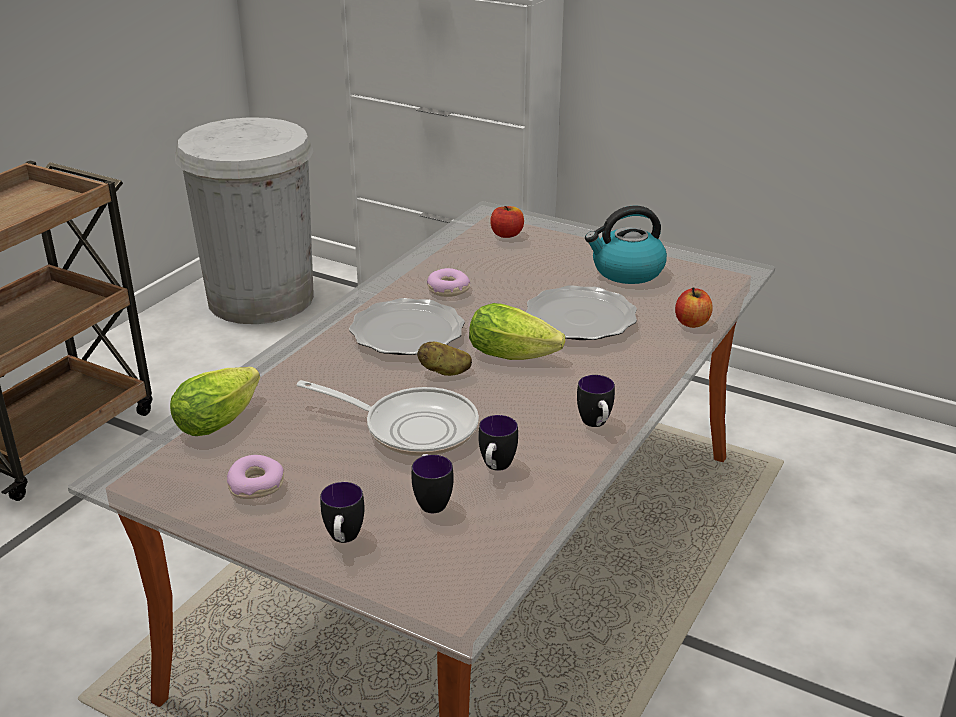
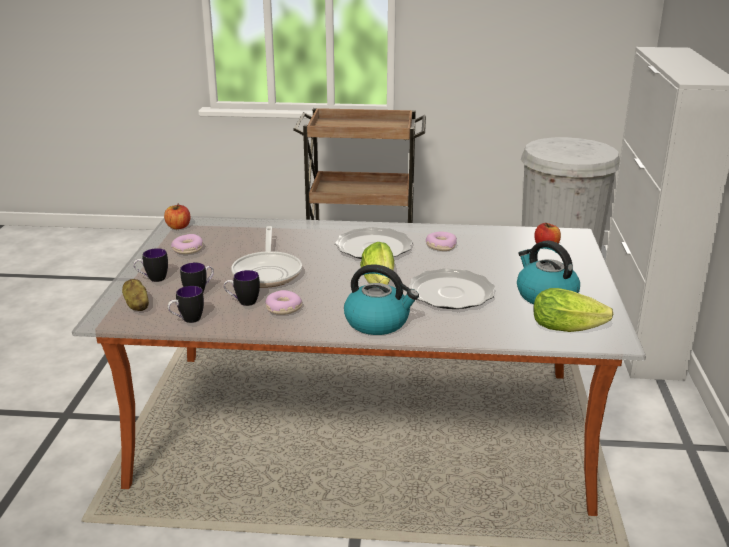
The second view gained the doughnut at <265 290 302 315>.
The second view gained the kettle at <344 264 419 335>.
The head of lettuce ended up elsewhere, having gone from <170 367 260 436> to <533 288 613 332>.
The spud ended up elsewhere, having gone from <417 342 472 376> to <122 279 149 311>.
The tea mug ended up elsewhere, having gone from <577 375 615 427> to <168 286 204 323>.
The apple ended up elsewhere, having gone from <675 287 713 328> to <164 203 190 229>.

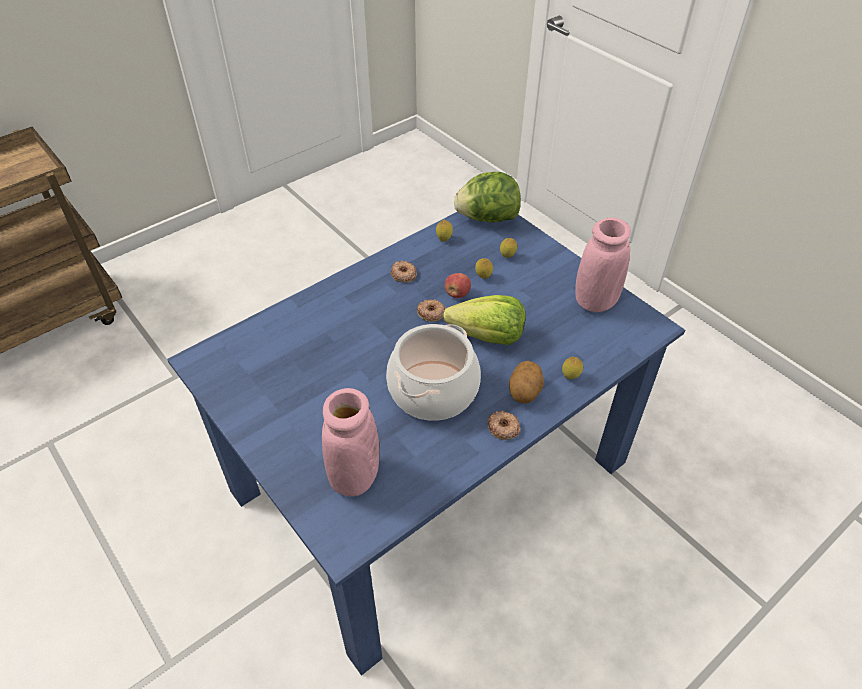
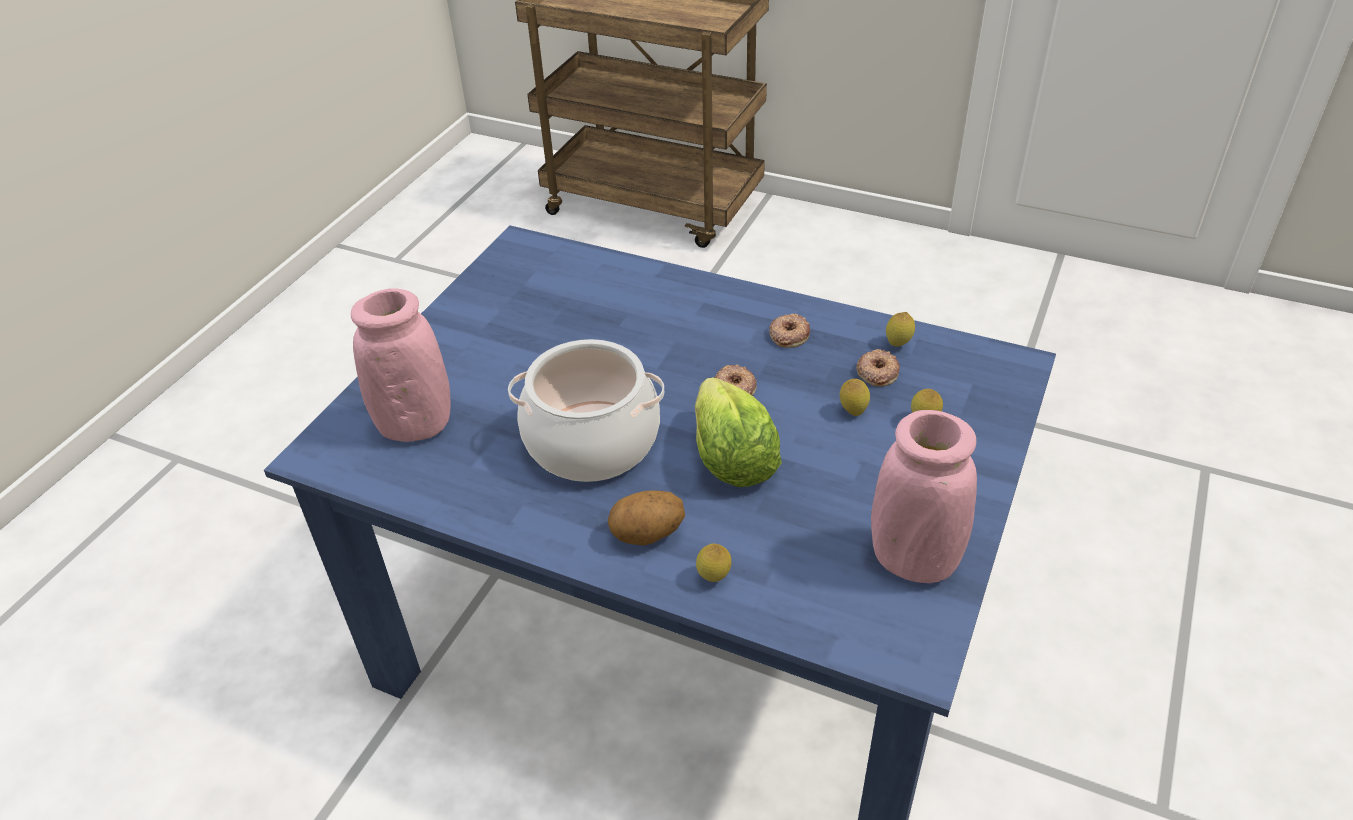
The second view lost the apple at <445 273 471 298>.
The second view lost the head of lettuce at <454 172 521 222>.
The doughnut ended up elsewhere, having gone from <488 410 521 440> to <857 349 900 387>.

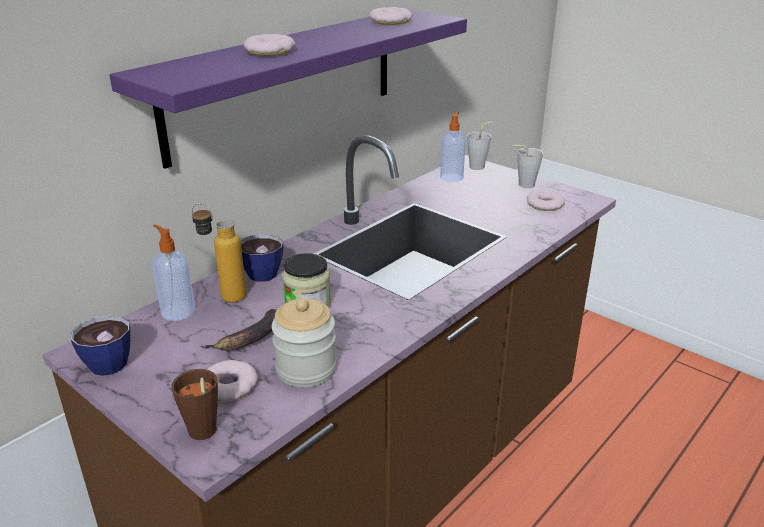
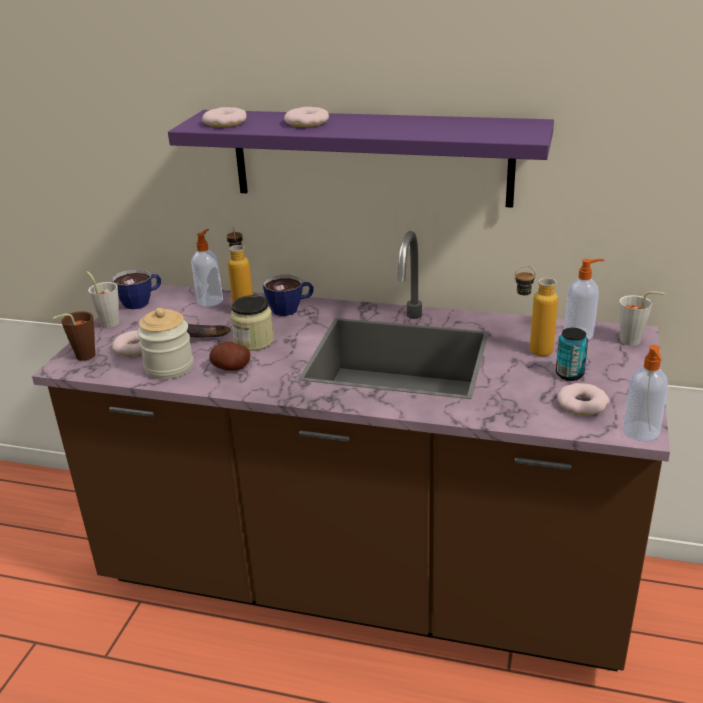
The second view gained the spud at <209 341 250 371>.
The second view gained the drink bottle at <514 265 558 356>.
The second view gained the metal can at <556 328 588 381>.
The second view gained the liquid soap bottle at <623 345 668 442>.
The doughnut ended up elsewhere, having gone from <369 7 413 25> to <202 107 247 127>.
The greyish drinking cup ended up elsewhere, having gone from <513 145 543 188> to <86 271 119 328>.

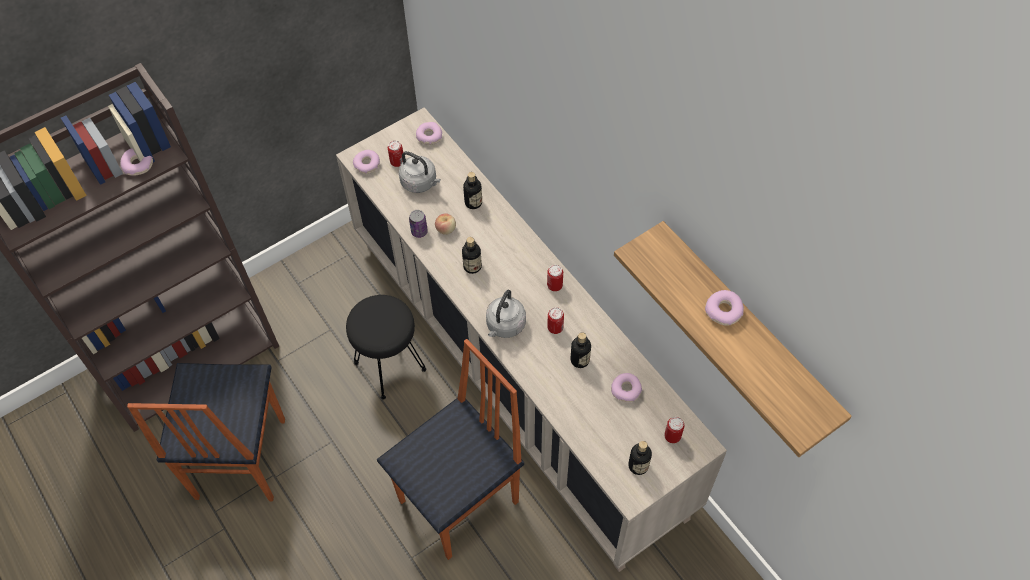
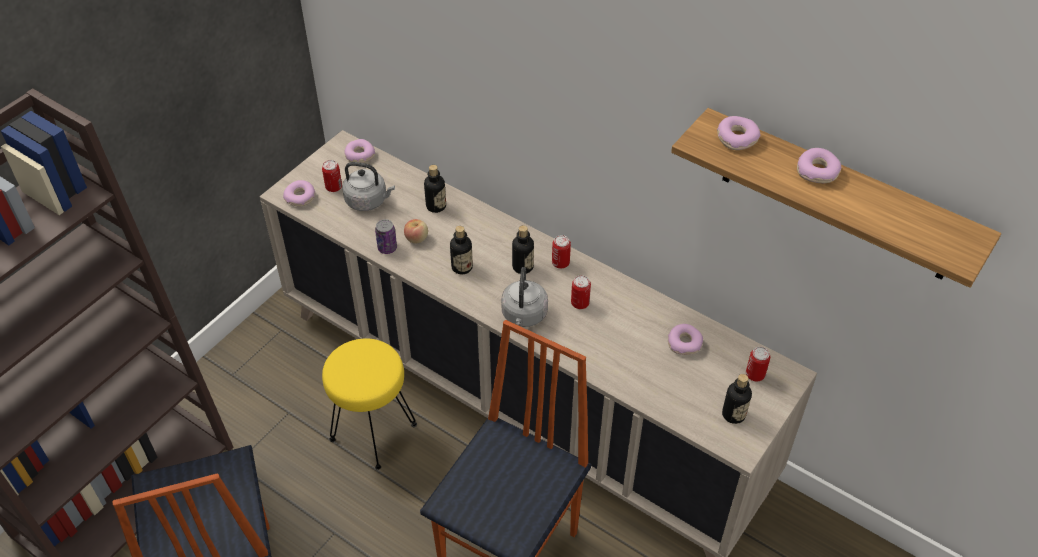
The doughnut ended up elsewhere, having gone from <120 148 153 176> to <717 116 760 150>.
The drink bottle ended up elsewhere, having gone from <570 332 591 368> to <512 225 534 274>.
What was the blackish stool at <346 295 427 400> turned into the yellow-coloured stool at <322 339 417 470>.

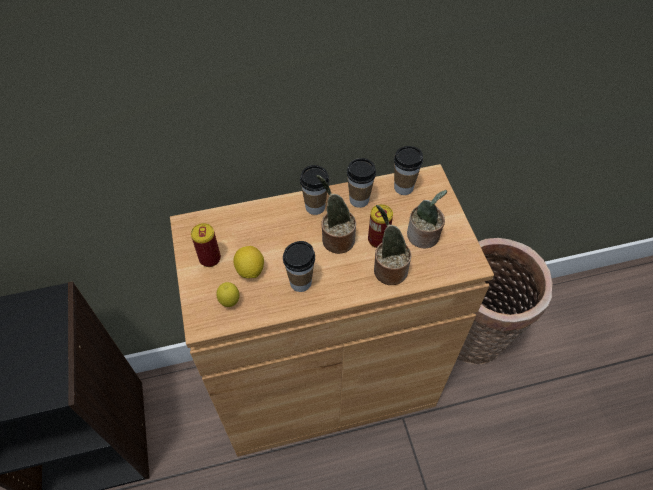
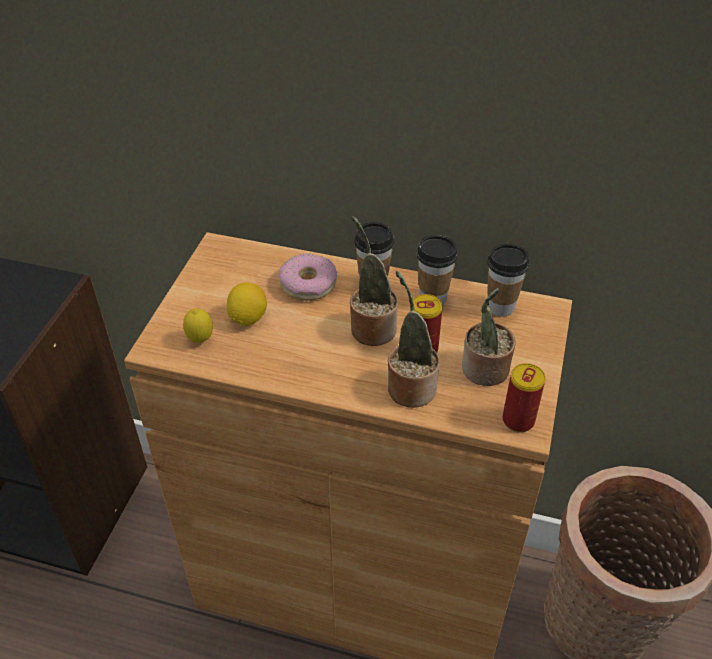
The second view lost the drinking cup at <283 241 315 292>.
The second view gained the doughnut at <278 254 337 301>.
The metal can ended up elsewhere, having gone from <191 223 221 267> to <503 363 546 432>.

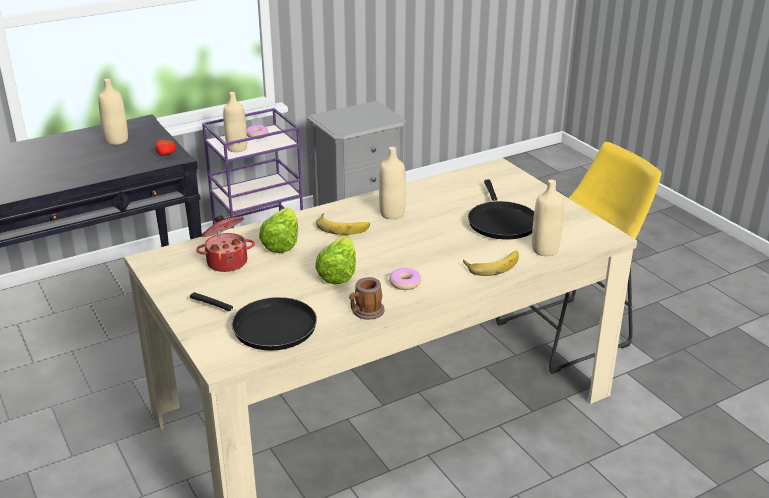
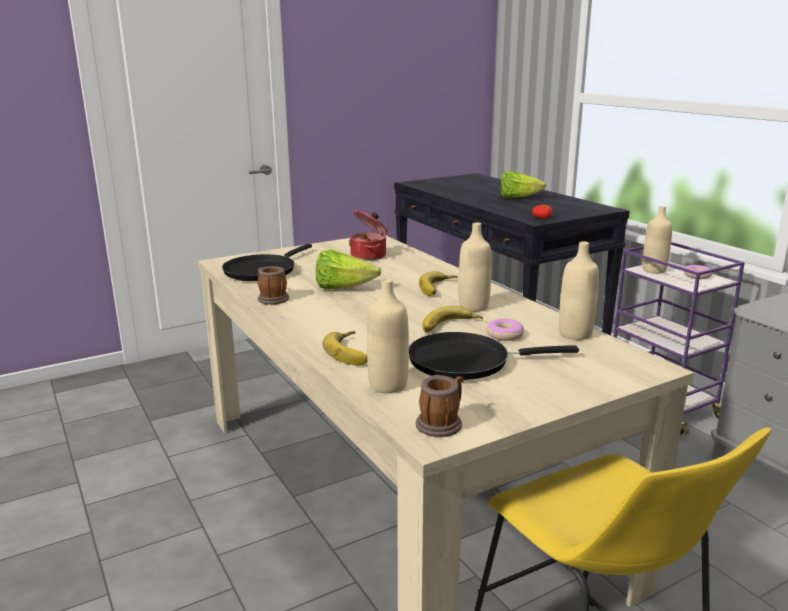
The second view gained the tea mug at <416 375 463 437>.
The second view gained the banana fruit at <423 306 483 332>.
The beige drink bottle ended up elsewhere, having gone from <98 79 128 145> to <559 241 599 340>.
The head of lettuce ended up elsewhere, having gone from <259 208 298 253> to <500 171 546 198>.
The doughnut ended up elsewhere, having gone from <389 268 421 290> to <486 319 524 341>.

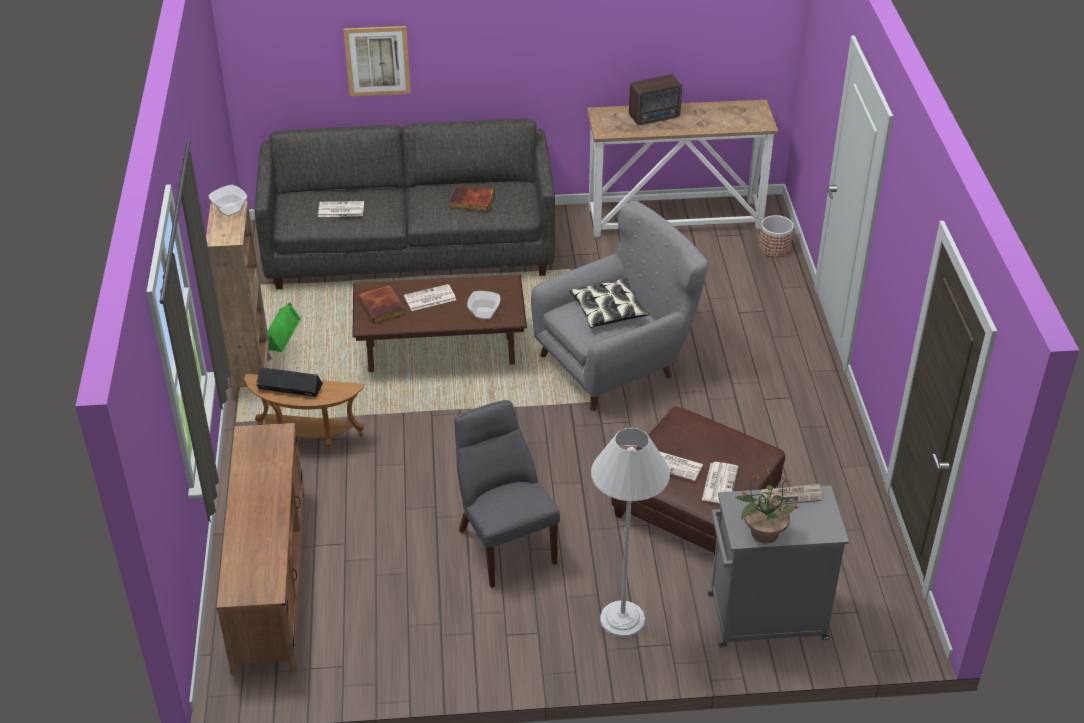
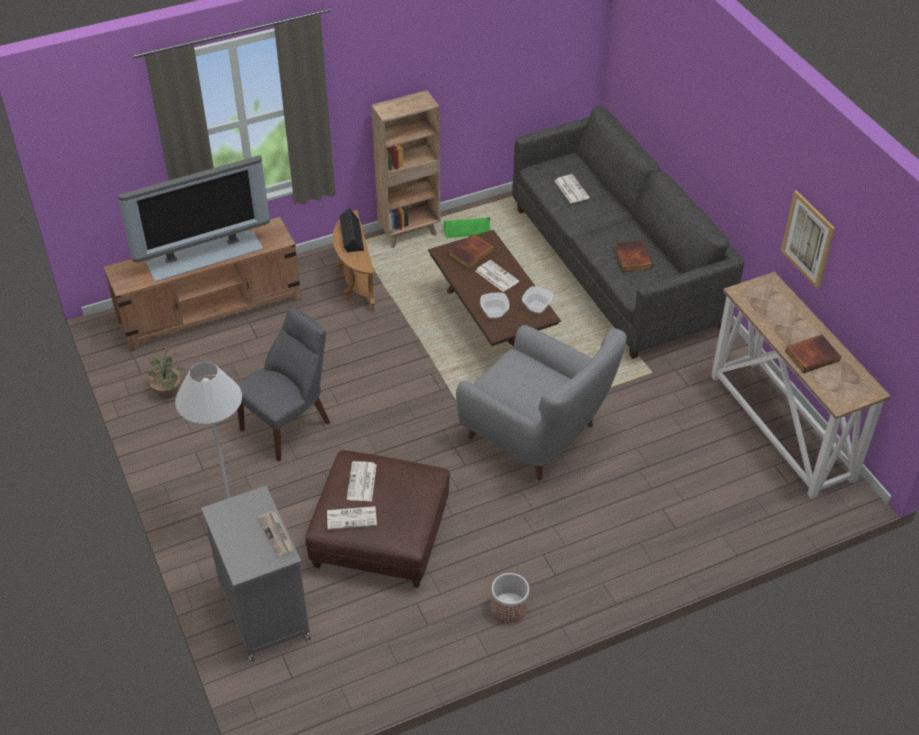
The second view lost the cushion at <569 278 650 328>.
The second view lost the radio receiver at <629 75 682 125>.
The second view gained the television at <117 155 270 282>.
The second view gained the volume at <785 335 841 373>.
The serving bowl ended up elsewhere, having gone from <209 185 247 216> to <522 286 553 314>.
The wall picture ended up elsewhere, having gone from <343 26 411 96> to <781 190 835 289>.
The plant in a pot ended up elsewhere, having gone from <735 468 800 543> to <148 347 185 399>.
The flower pot ended up elsewhere, having gone from <759 215 794 257> to <491 573 529 623>.

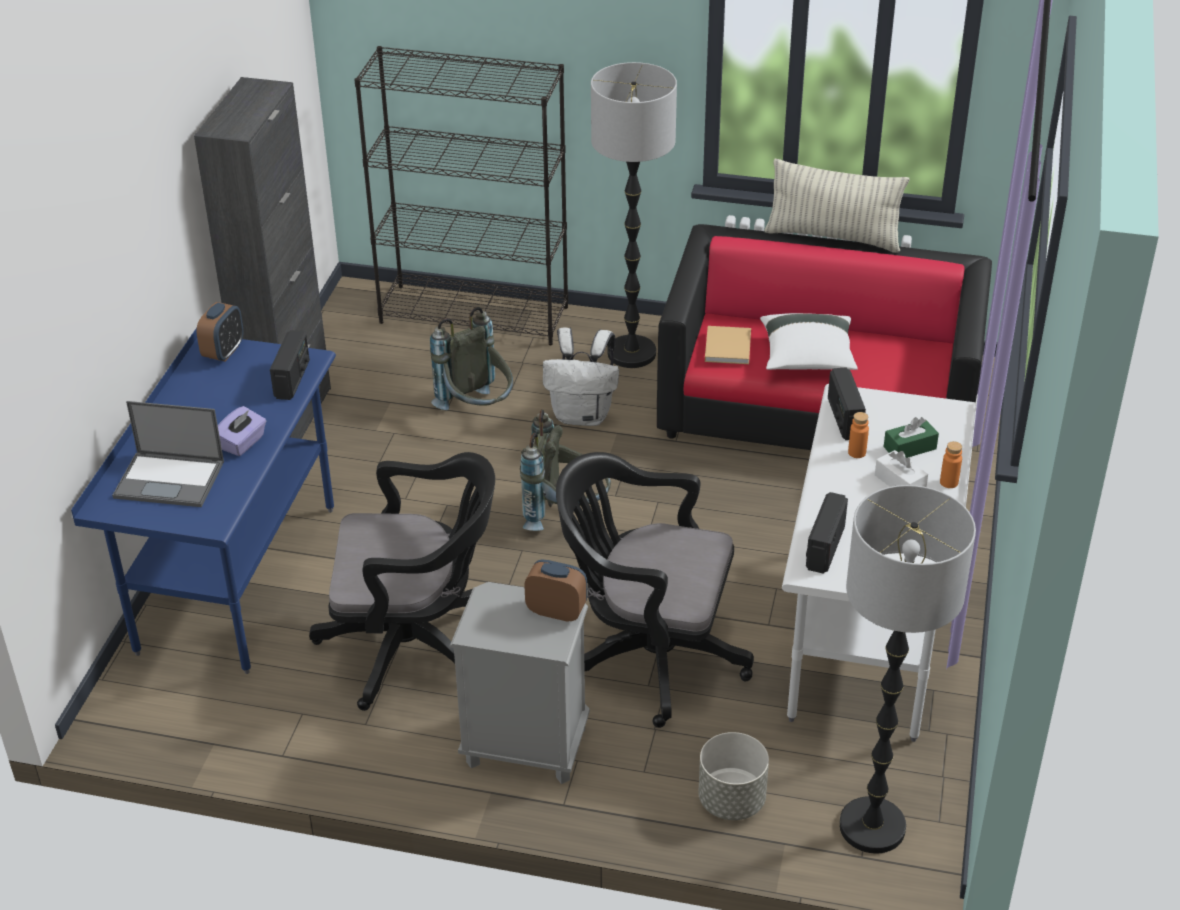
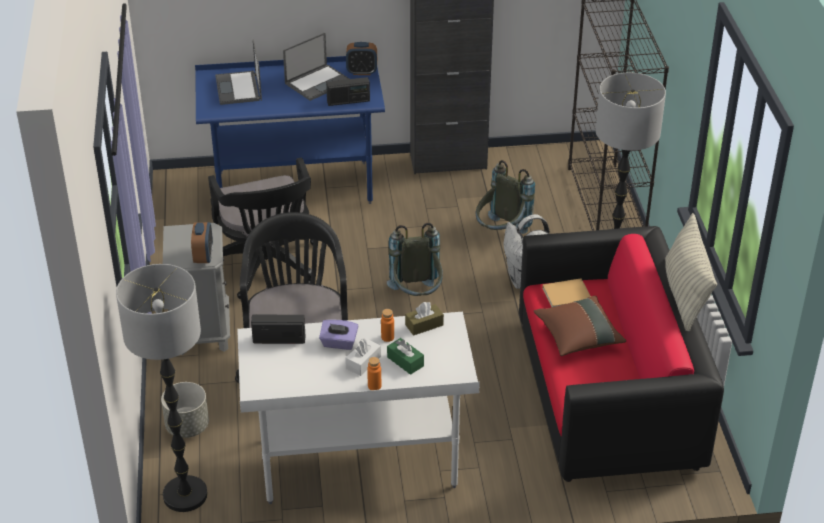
The second view gained the laptop at <283 32 349 101>.
The purple-coloured tissue box ended up elsewhere, having gone from <218 406 266 456> to <319 319 358 350>.
Where the radio receiver stood at <828 367 866 440>, the brownish tissue box came to stand at <405 302 444 336>.
What was the white cushion at <760 313 858 370> turned into the brownish cushion at <533 296 626 356>.

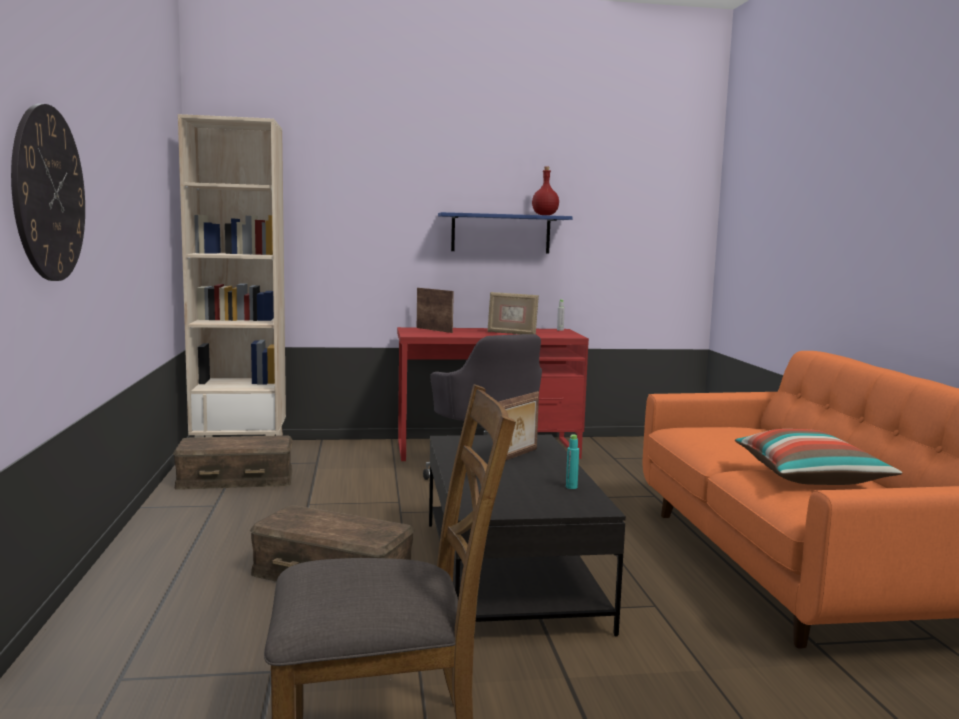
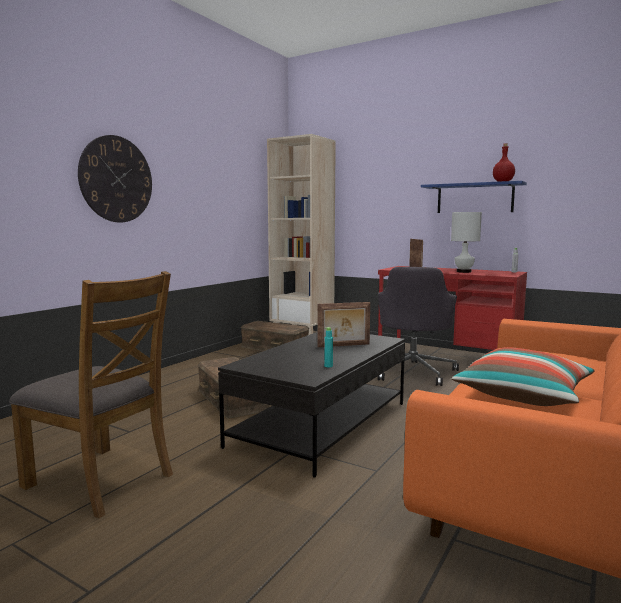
Where the picture frame stood at <487 292 539 334>, the white tabletop lamp came to stand at <451 212 482 273>.

